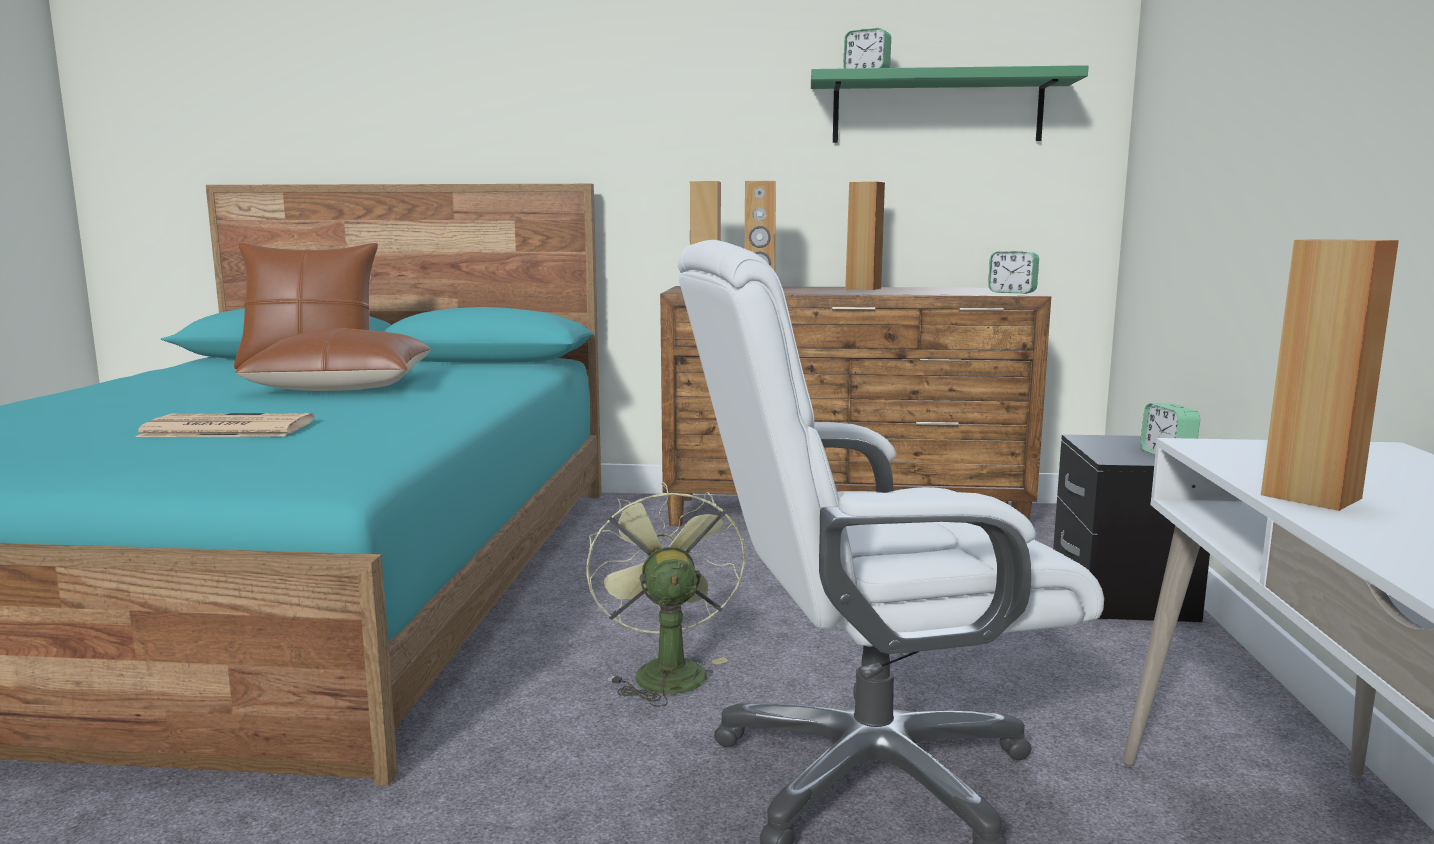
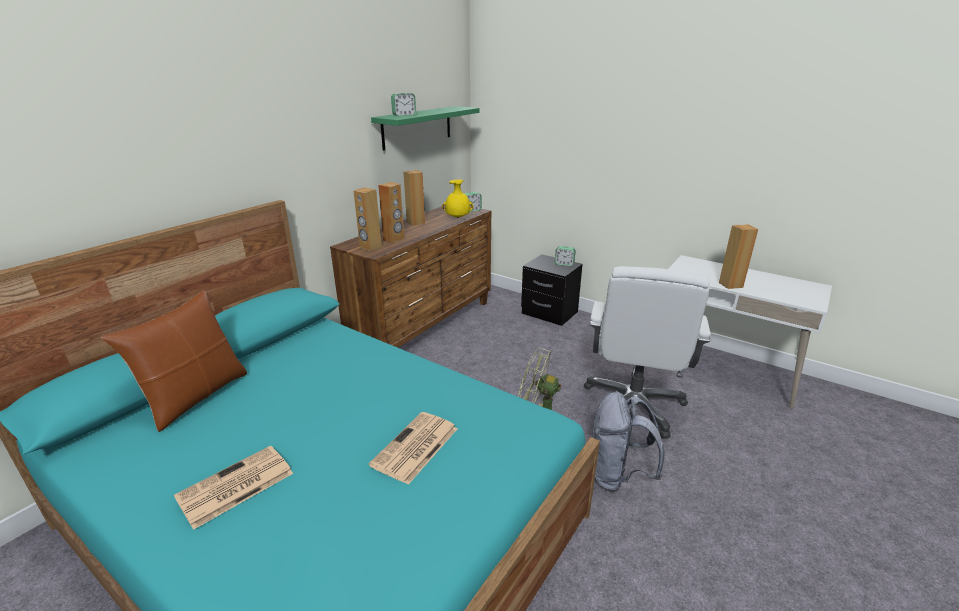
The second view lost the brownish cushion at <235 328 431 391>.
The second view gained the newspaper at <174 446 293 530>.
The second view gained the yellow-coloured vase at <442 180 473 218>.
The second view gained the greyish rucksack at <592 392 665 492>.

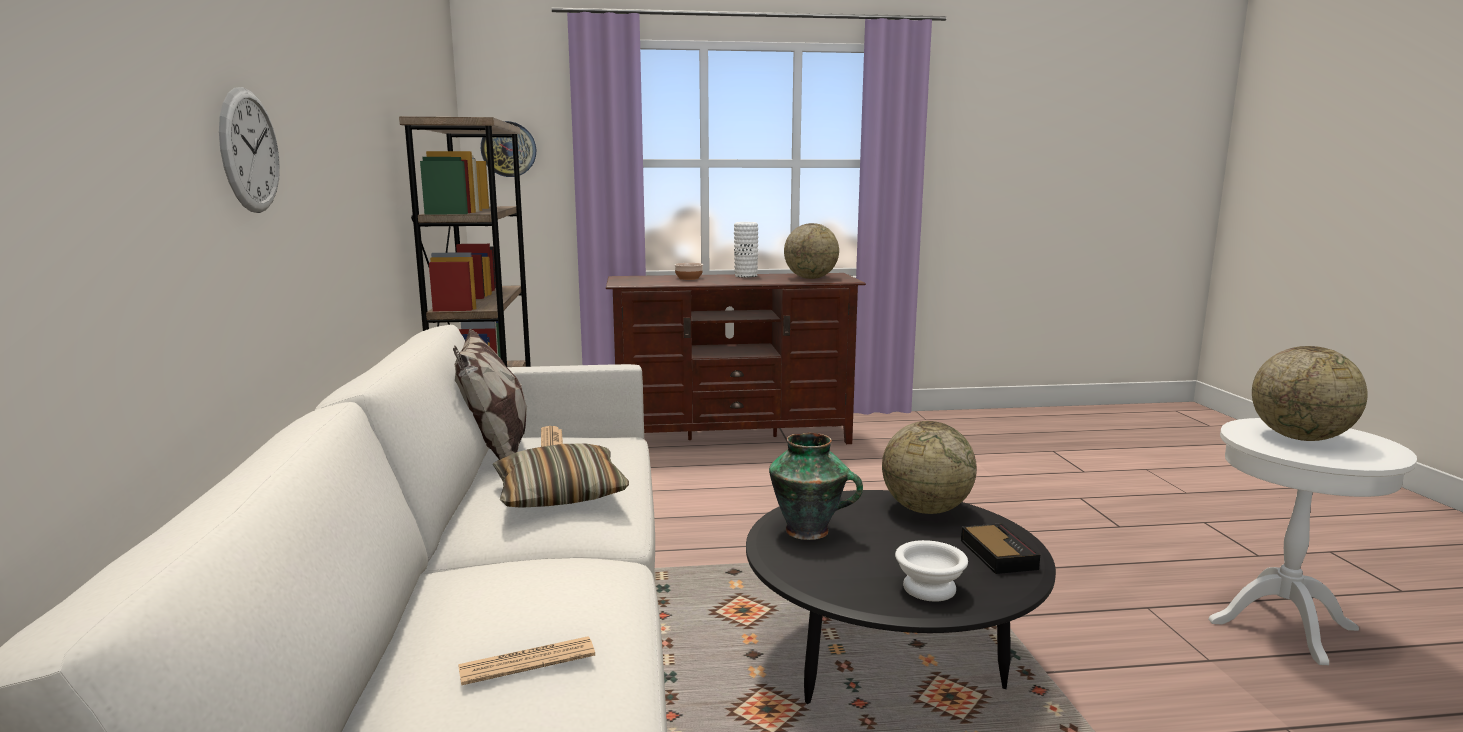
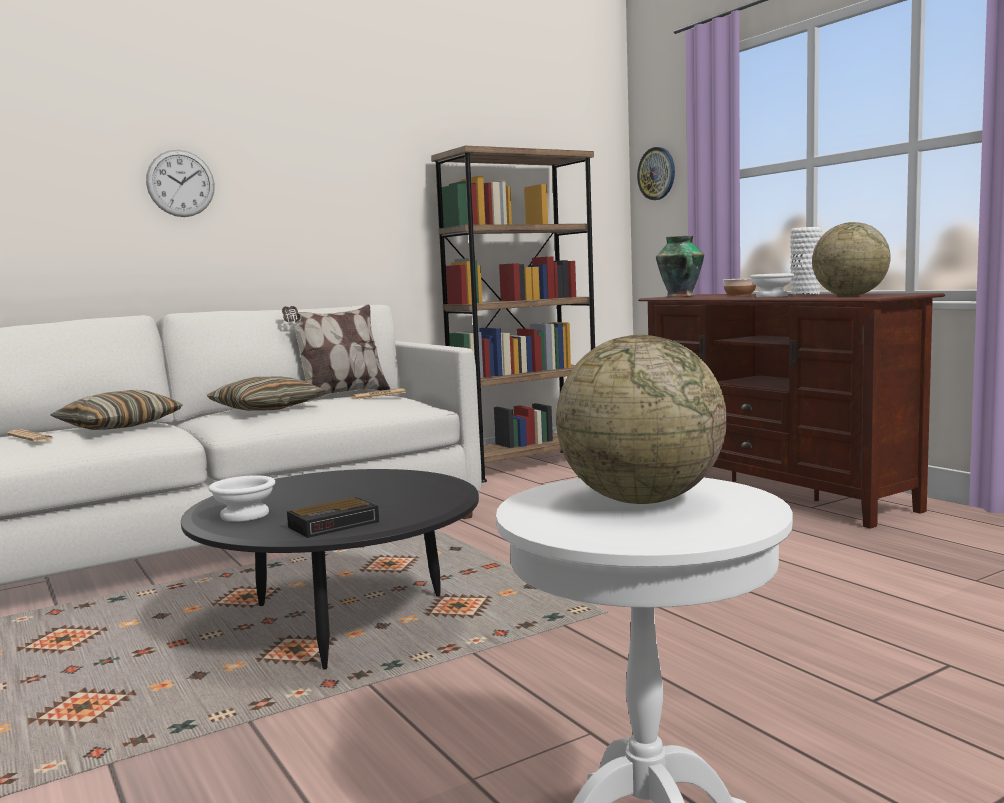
The second view lost the desk globe at <882 421 977 514>.
The second view gained the cushion at <50 390 183 430>.
The second view gained the white serving bowl at <750 273 794 297>.
The vase ended up elsewhere, having gone from <769 433 863 540> to <656 236 704 297>.

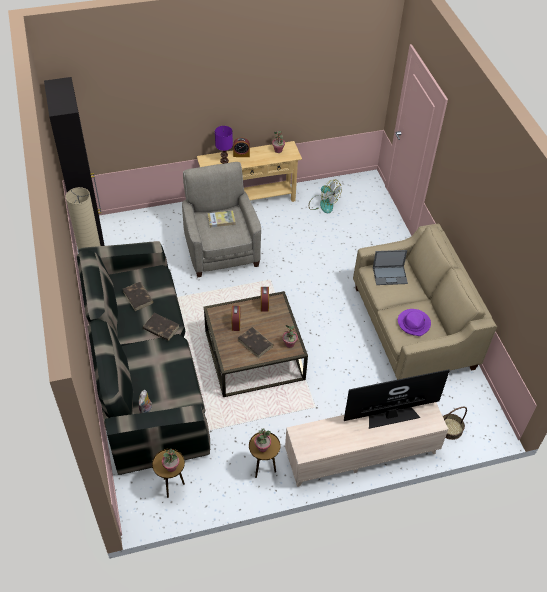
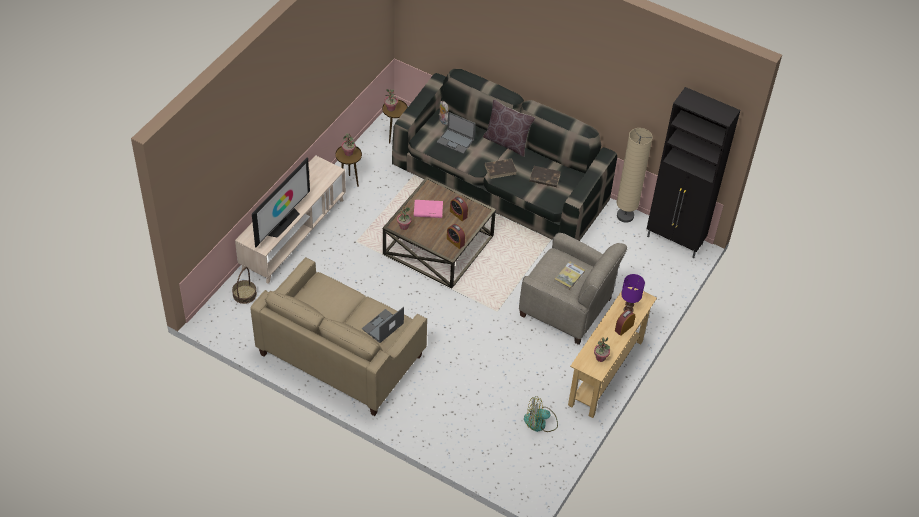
The second view lost the purple-coloured wearable hat at <398 309 431 336>.
The second view gained the laptop at <437 112 475 154>.
The second view gained the brownish cushion at <483 100 535 157>.
What was the brownish volume at <238 327 274 358> turned into the pinkish volume at <414 200 443 218>.

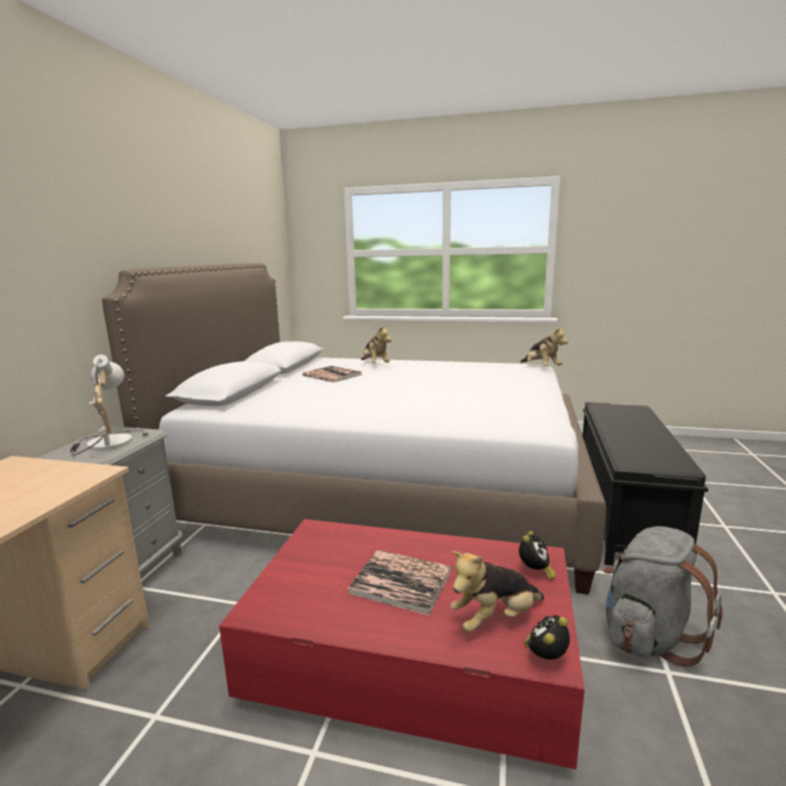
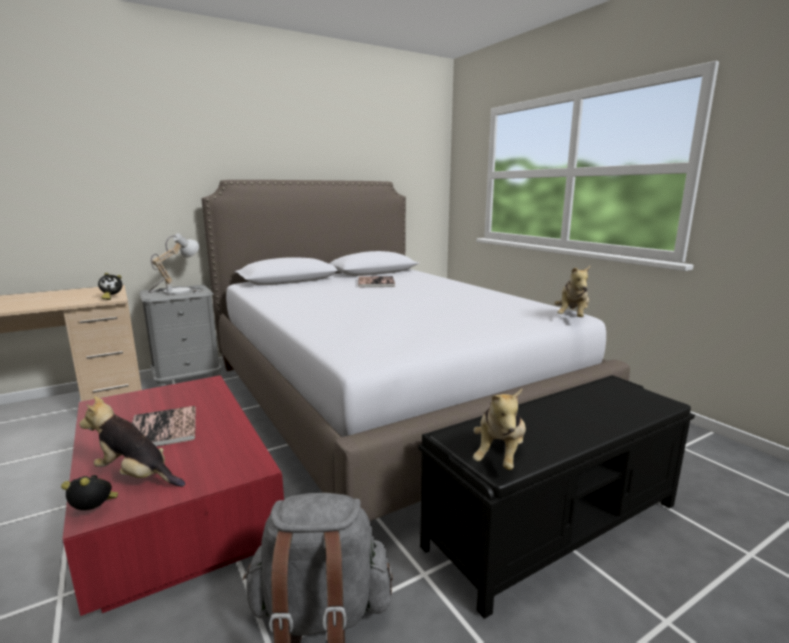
The plush toy ended up elsewhere, having gone from <360 325 391 363> to <473 389 526 470>.
The table clock ended up elsewhere, having gone from <519 531 556 580> to <98 273 122 300>.

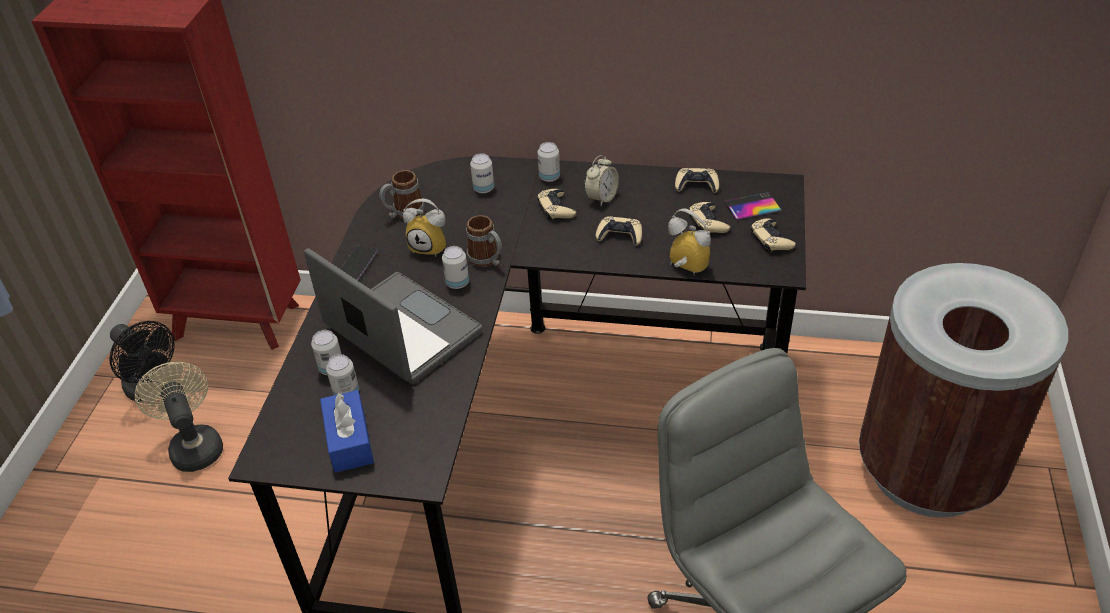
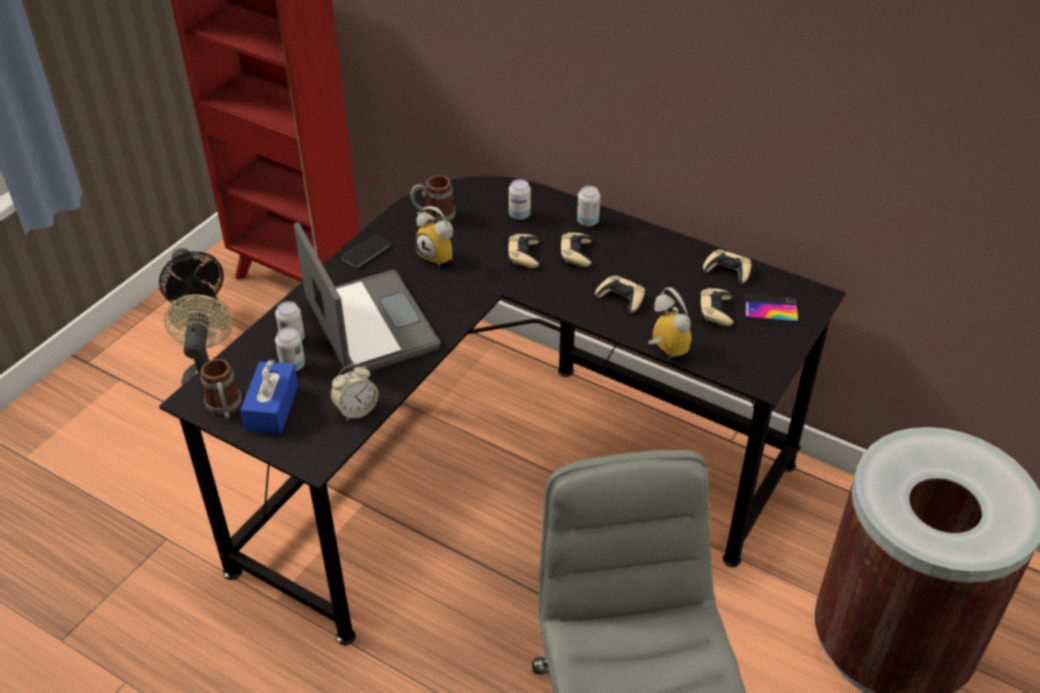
The second view lost the metal can at <442 246 469 289>.
The tea mug ended up elsewhere, having gone from <466 215 502 267> to <201 359 242 419>.
The table clock ended up elsewhere, having gone from <584 155 619 206> to <330 364 378 421>.
The beige game controller ended up elsewhere, having gone from <751 218 796 253> to <508 234 539 268>.

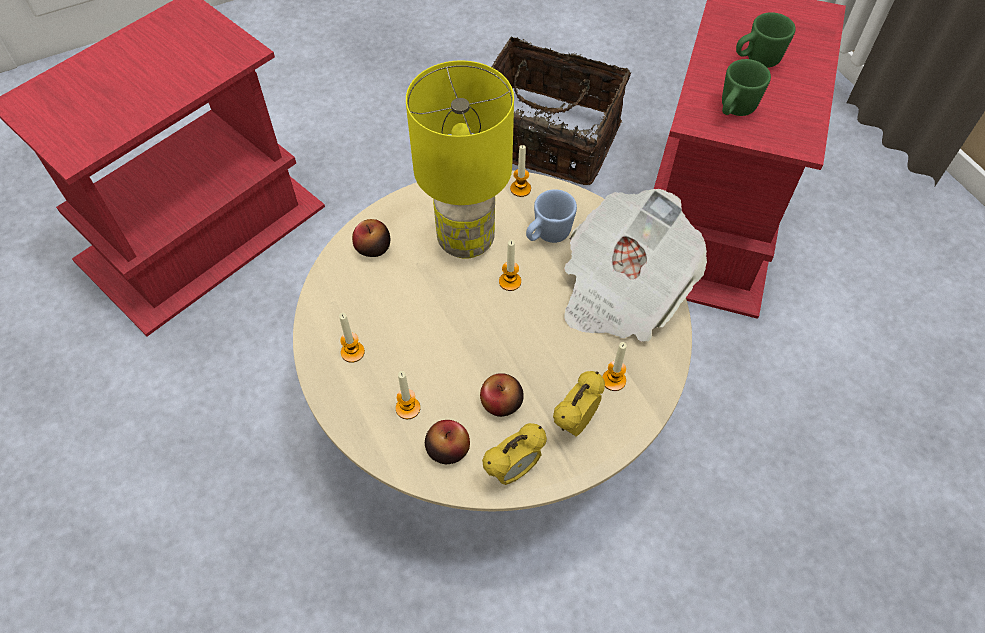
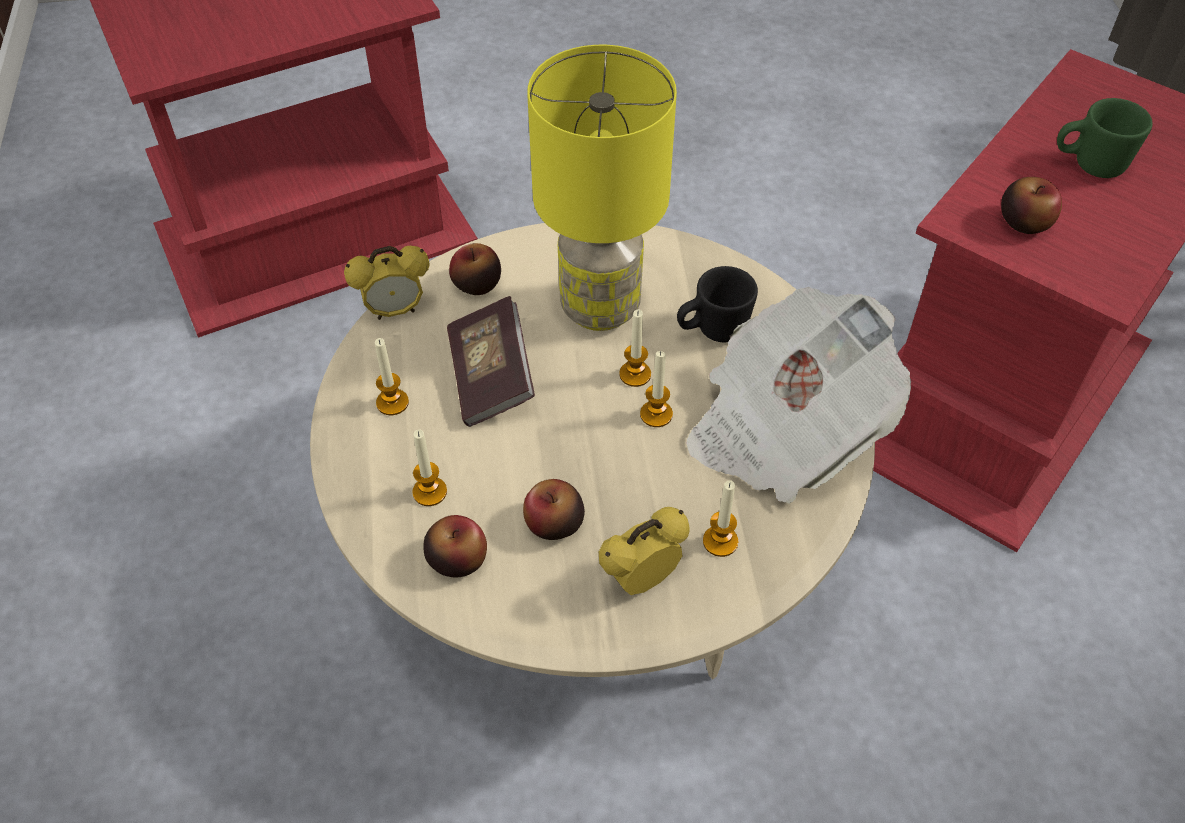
The second view lost the storage basket at <492 36 631 185>.
The second view gained the volume at <447 296 535 427>.
The table clock ended up elsewhere, having gone from <482 423 547 485> to <344 246 430 320>.
The wax candle ended up elsewhere, having gone from <510 145 531 197> to <640 351 673 427>.
Where the green tea mug stood at <722 59 771 116>, the apple came to stand at <1001 177 1062 234>.
What was the blue-coloured tea mug at <526 189 577 243> turned into the blackish tea mug at <677 266 758 342>.

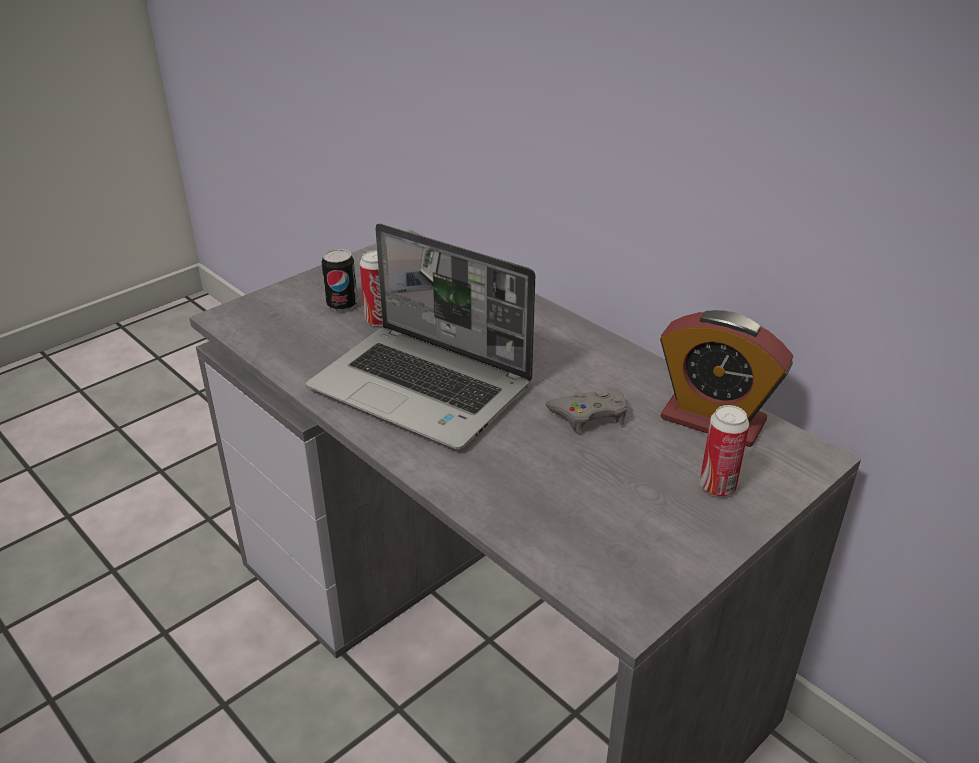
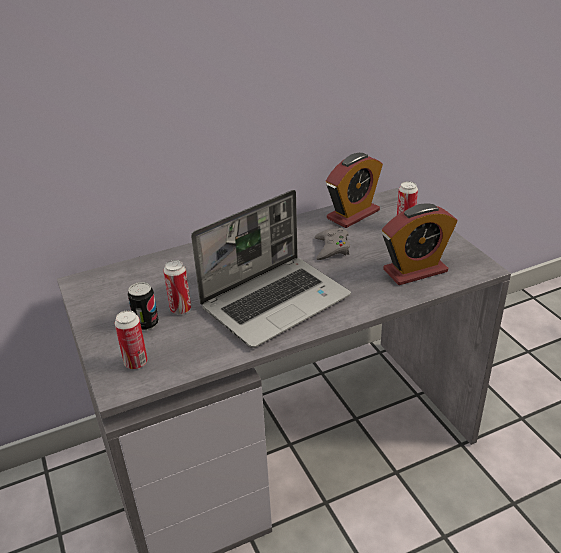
The second view gained the metal can at <115 310 148 369>.
The second view gained the table clock at <382 203 458 285>.

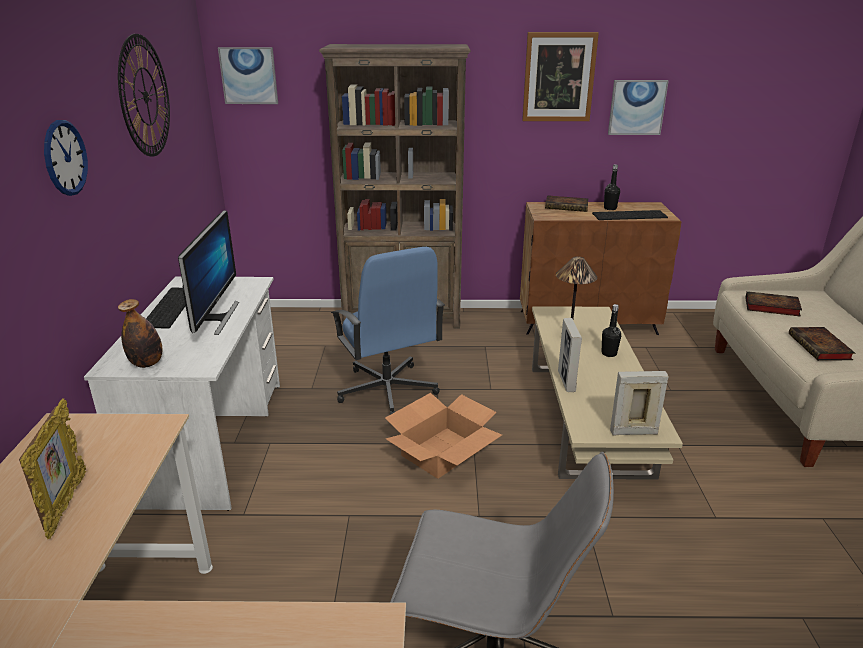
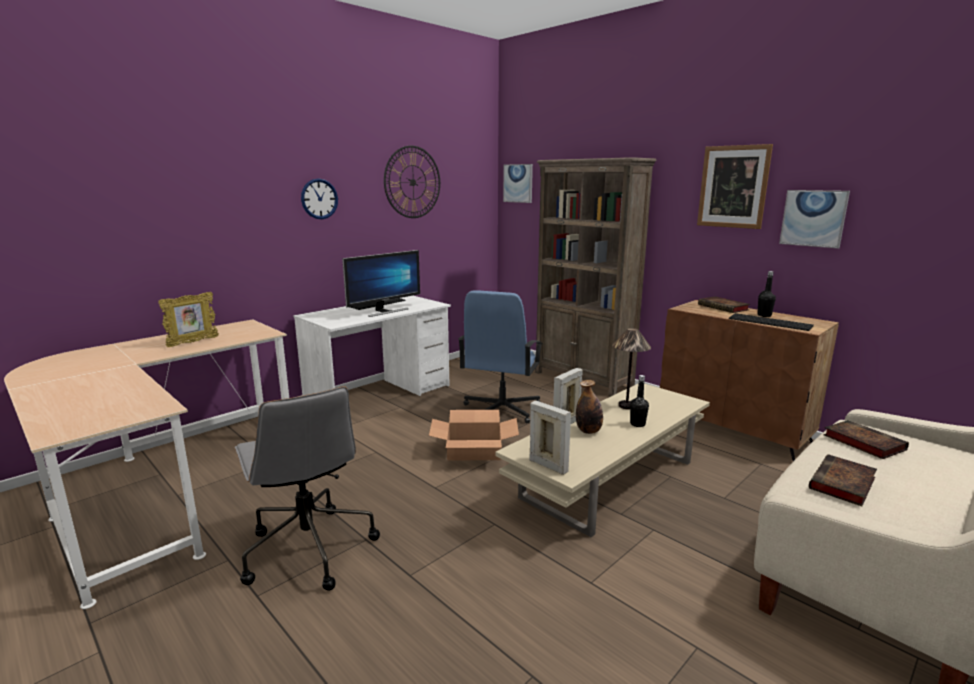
The drink bottle ended up elsewhere, having gone from <118 299 162 368> to <576 380 603 434>.

